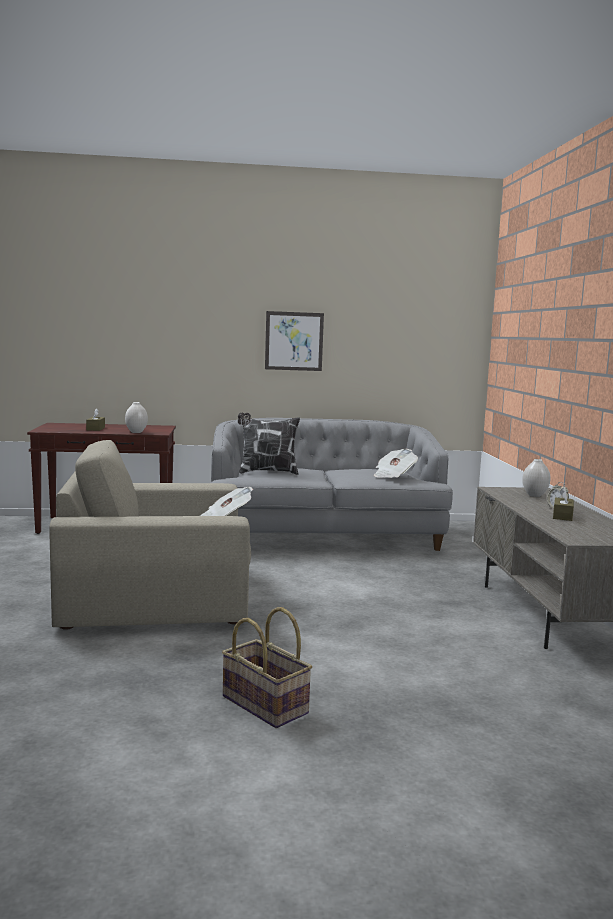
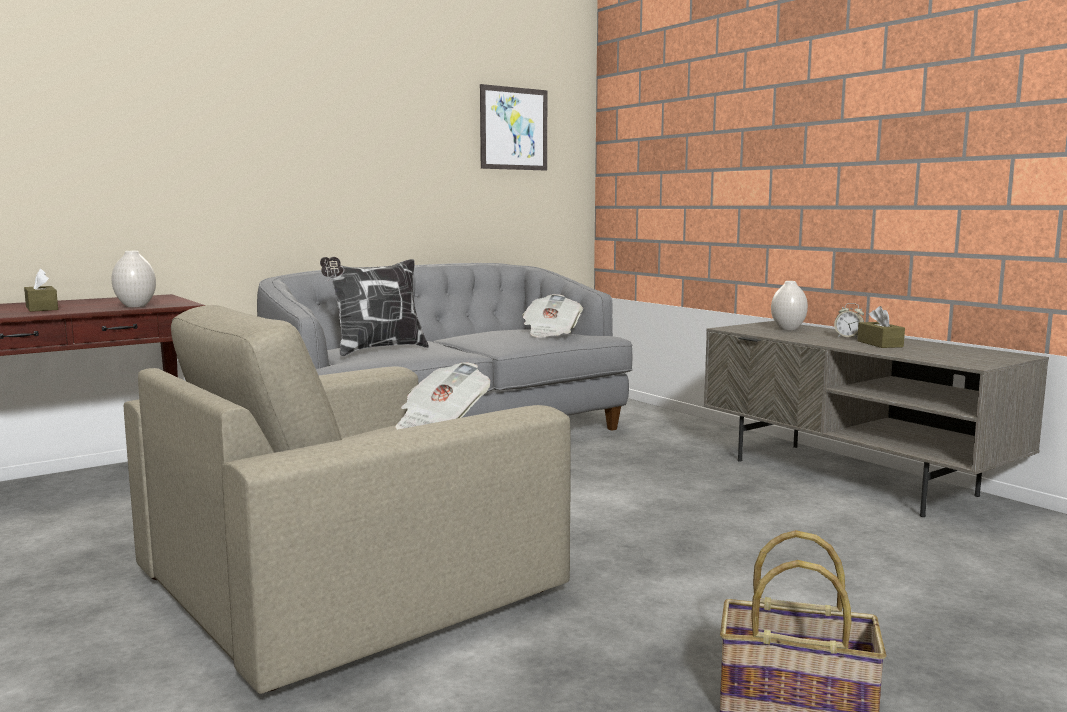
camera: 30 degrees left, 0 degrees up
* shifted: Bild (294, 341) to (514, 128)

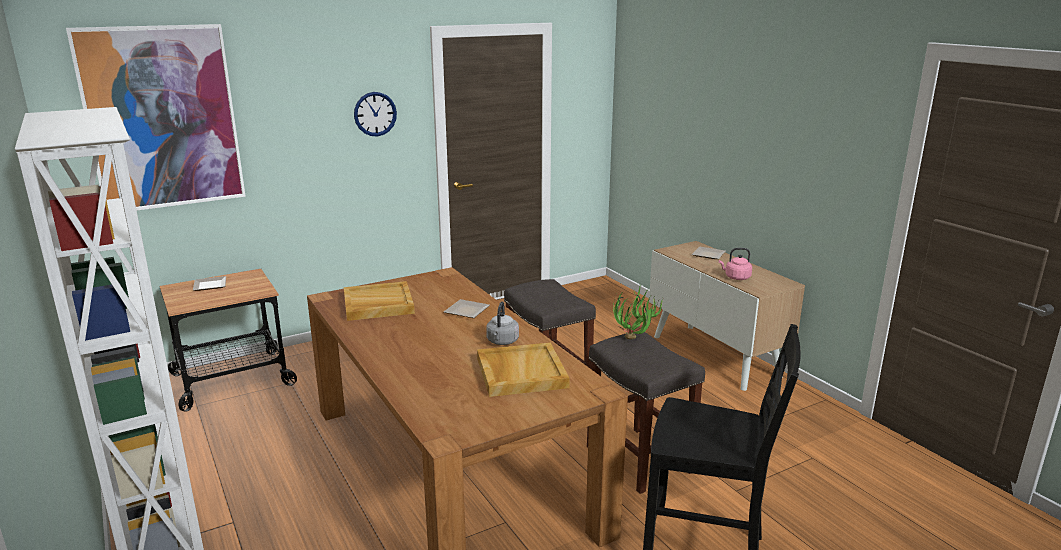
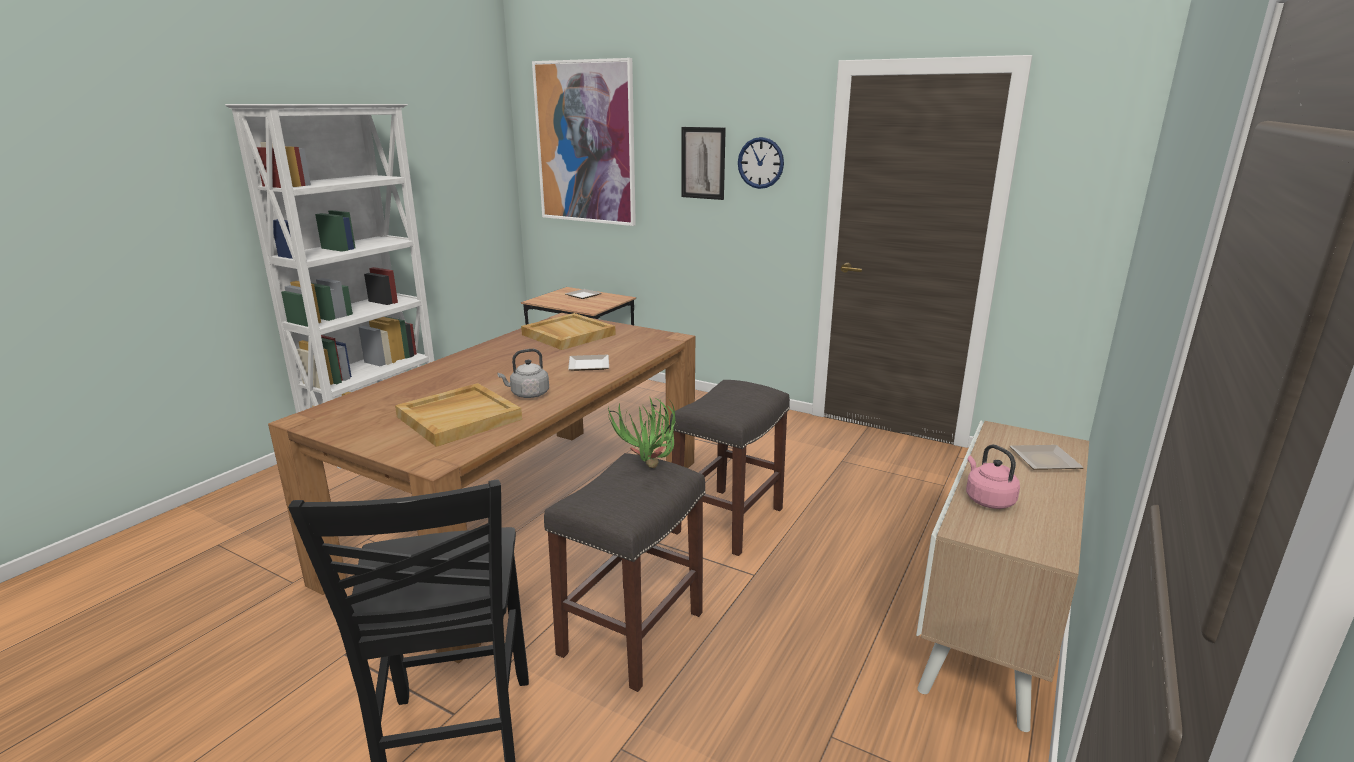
camera: 60 degrees right, 0 degrees up
* new: Bild (703, 163)

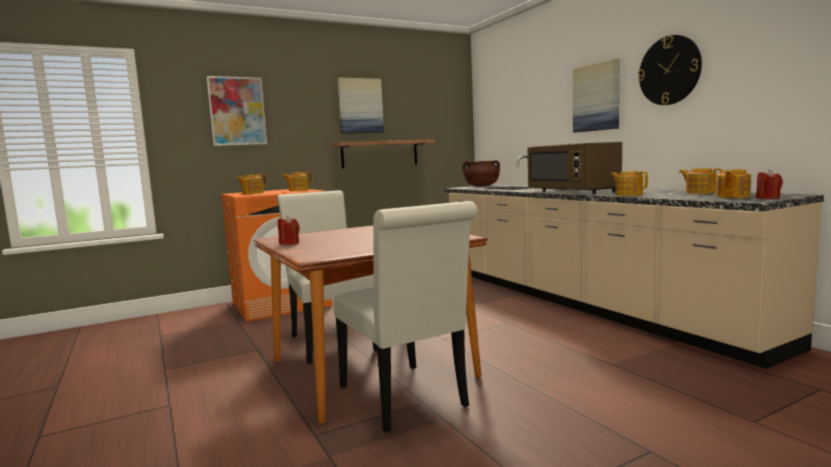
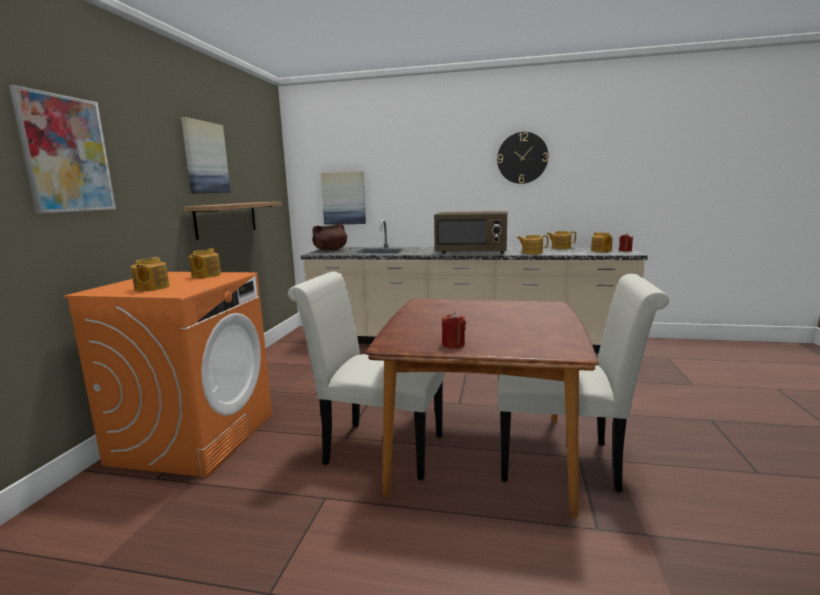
camera: 50 degrees left, 5 degrees up
* shifted: Bild (596, 97) to (343, 198)

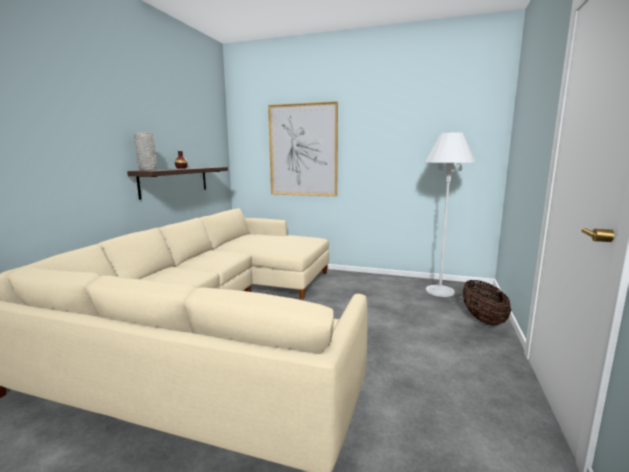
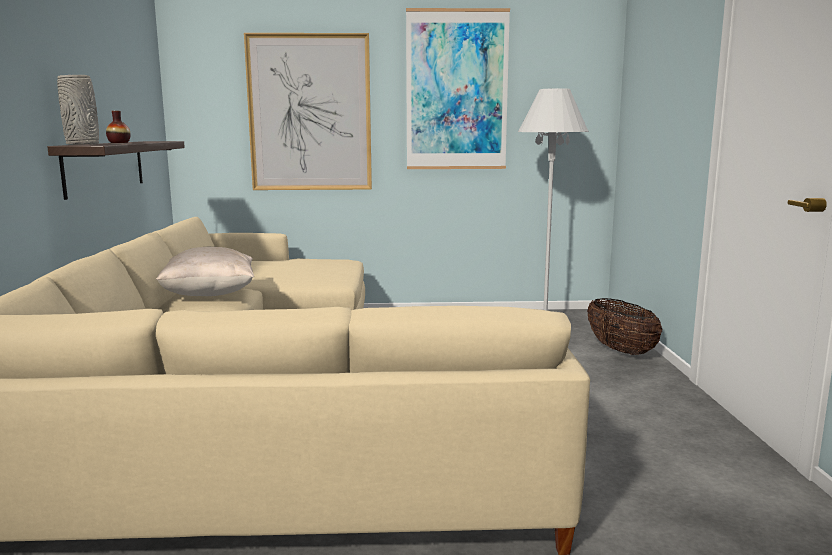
camera: 20 degrees left, 0 degrees up
* new: Bild (456, 90)
* new: Kissen [beige] (209, 295)

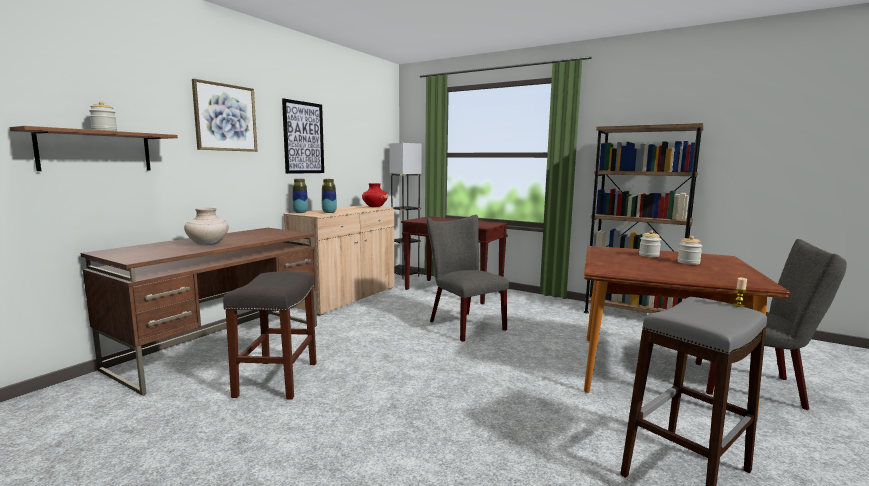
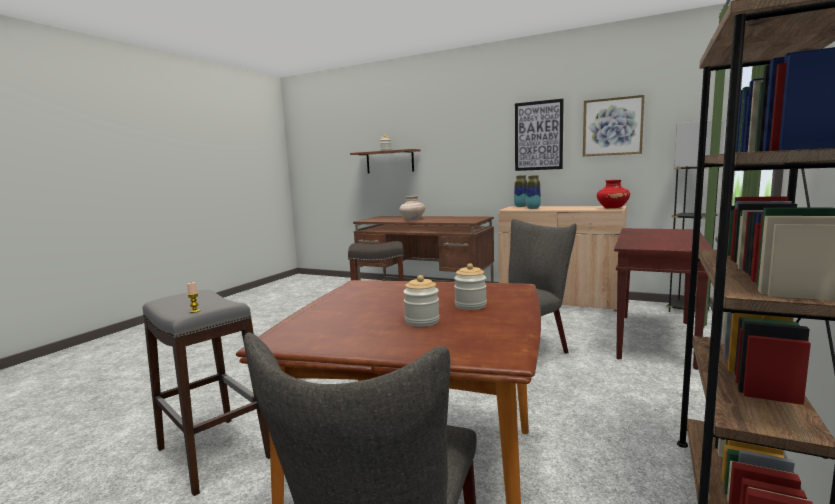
camera: 85 degrees right, 0 degrees up
* shifted: Bild (225, 117) to (612, 126)

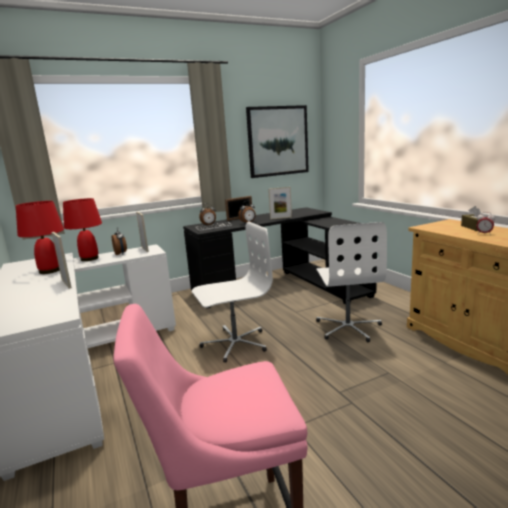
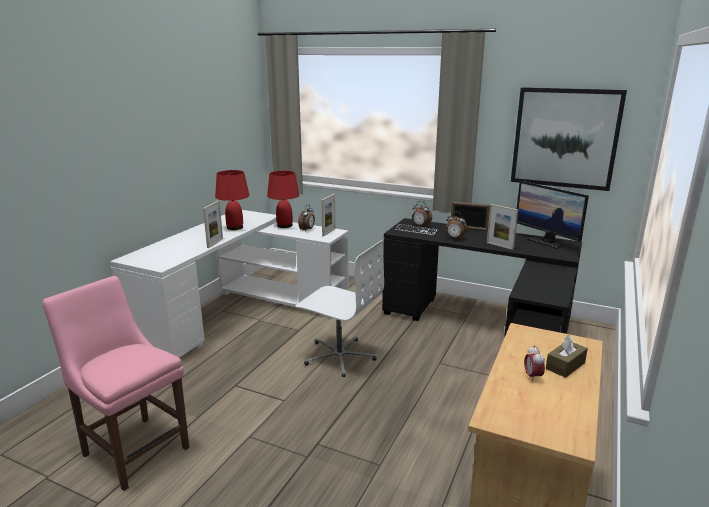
camera: 50 degrees right, 5 degrees up
* gone: Bürostuhl [weiß] (348, 327)
* new: Monitor (546, 242)

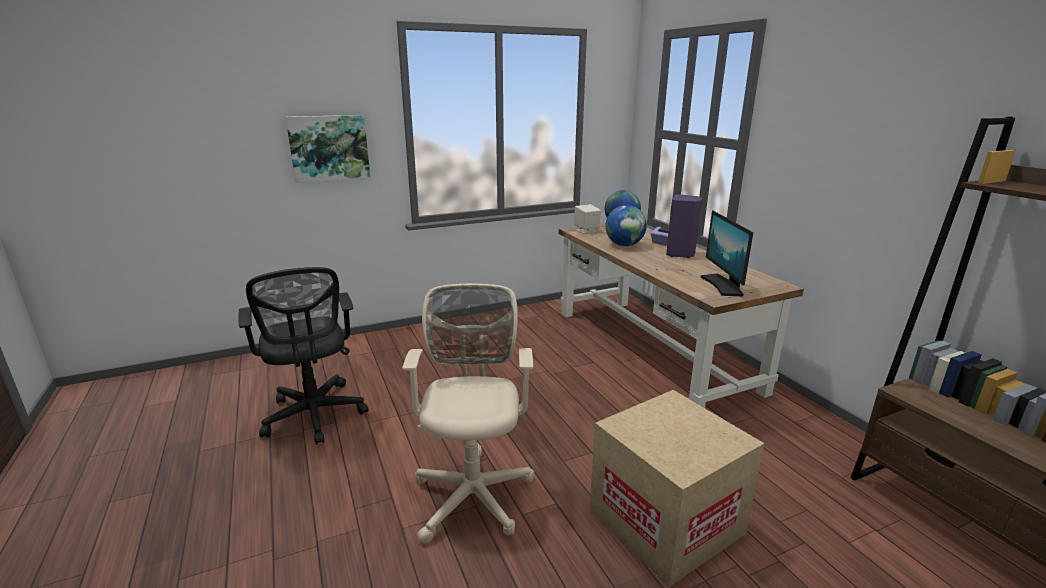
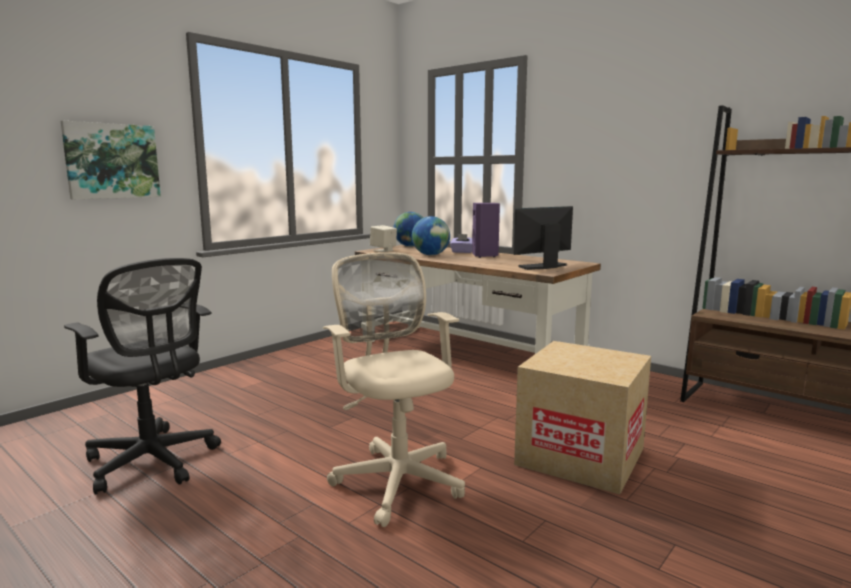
camera: 25 degrees left, 10 degrees down
* rotated: Monitor (723, 285) = (543, 266) 90 degrees clockwise

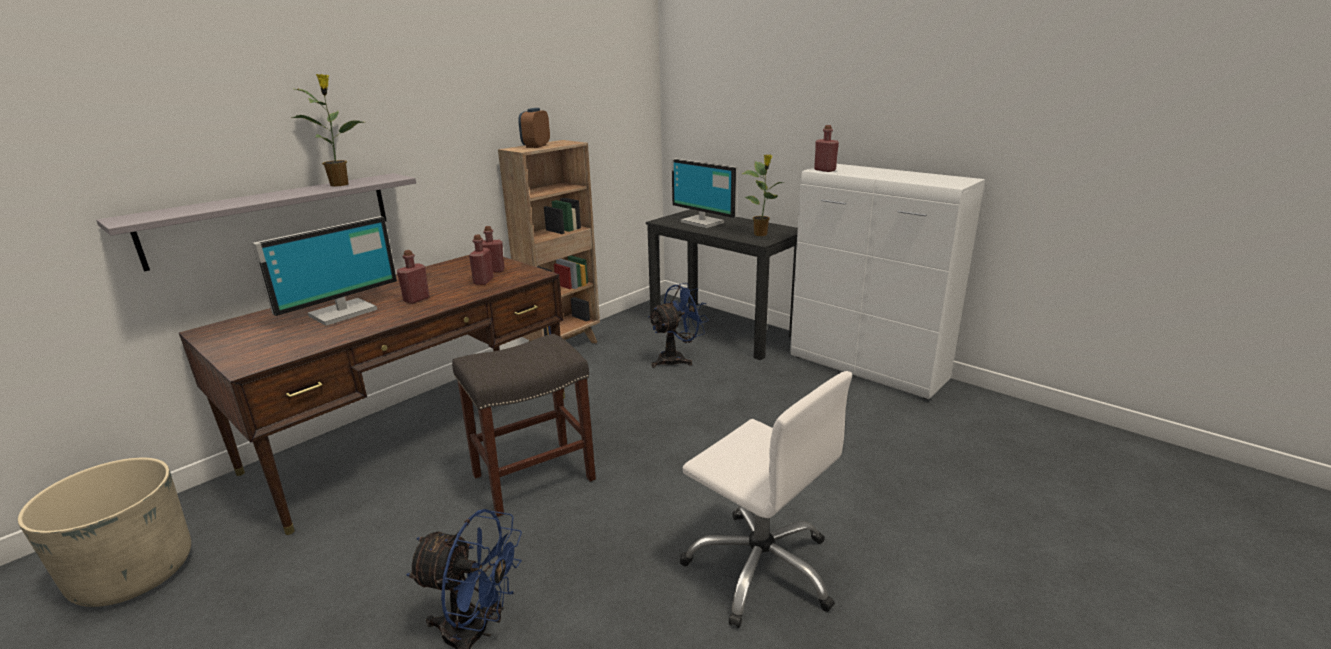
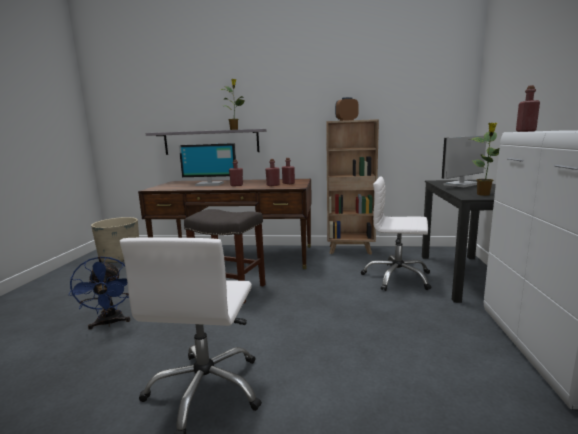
camera: 55 degrees right, 10 degrees down
* rotated: Monitor (703, 222) = (462, 184) 45 degrees clockwise
* swapped: Ventilator [blau] (676, 358) to Bürostuhl [weiß] (397, 278)

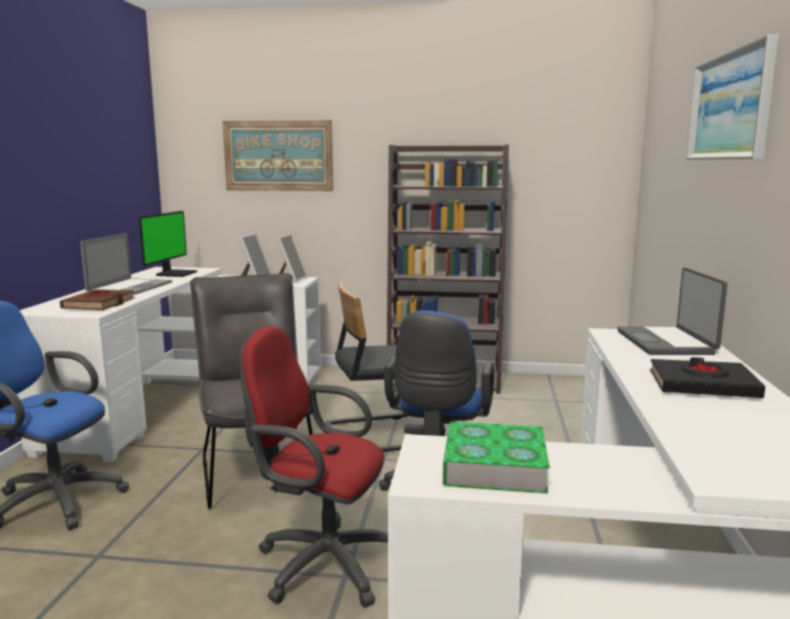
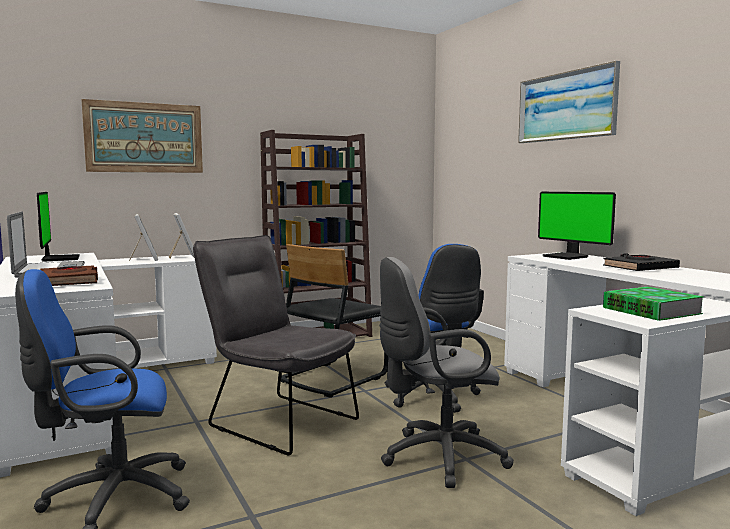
camera: 35 degrees left, 5 degrees down
* swapped: Laptop (667, 343) to Monitor (567, 257)
* repainted: Bürostuhl [rot] (320, 563) to Bürostuhl [grau] (437, 457)

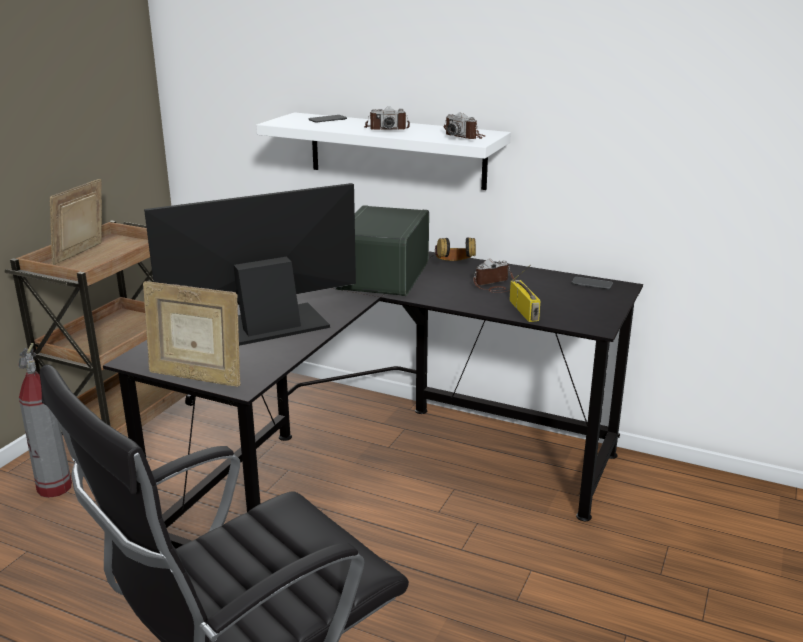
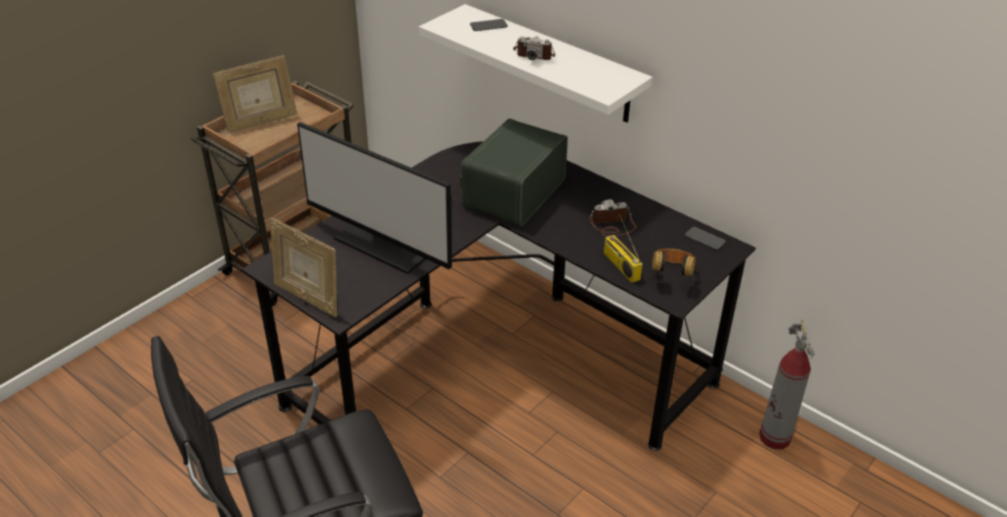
camera: 15 degrees right, 15 degrees up
* gone: Kamera (464, 136)
* rotated: Bilderrahmen (82, 255) = (261, 122) 150 degrees counterclockwise
* rotated: Monitor (267, 324) = (386, 243) 135 degrees counterclockwise
* shifted: Kopfhörer (454, 267) to (671, 274)
* rotated: Radio (525, 311) = (620, 266) 150 degrees clockwise
* shifted: Feuerlöscher (54, 488) to (775, 438)

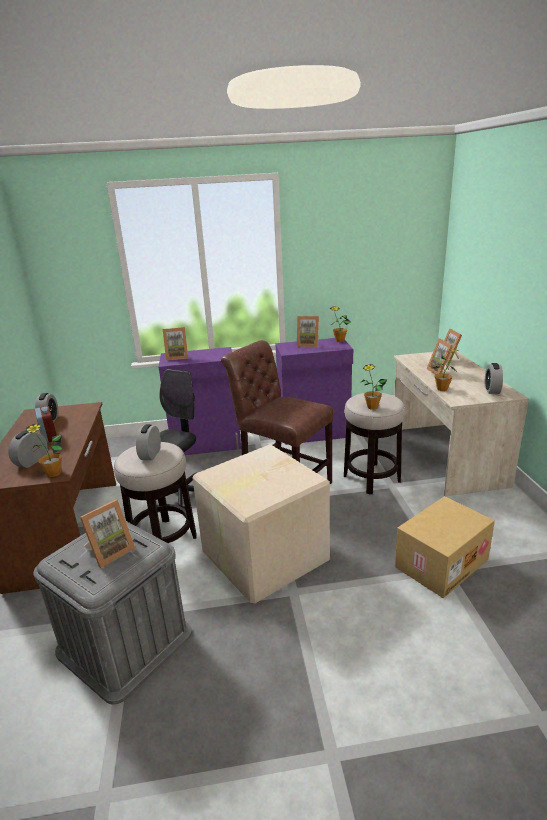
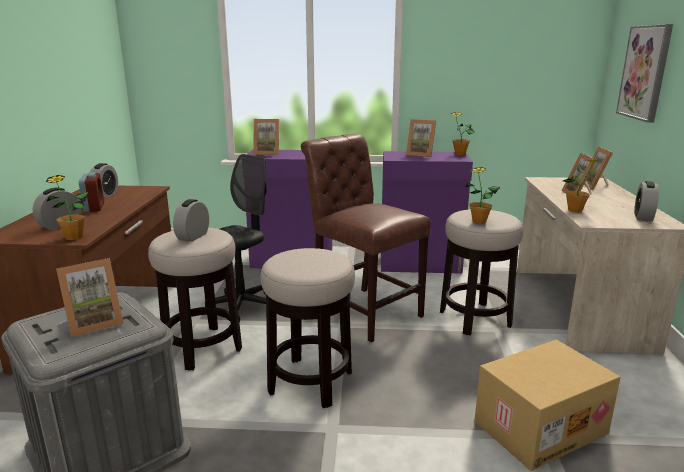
camera: 10 degrees right, 5 degrees down
* swapped: Karton (263, 556) to Hocker (310, 382)
* new: Bild (645, 72)

